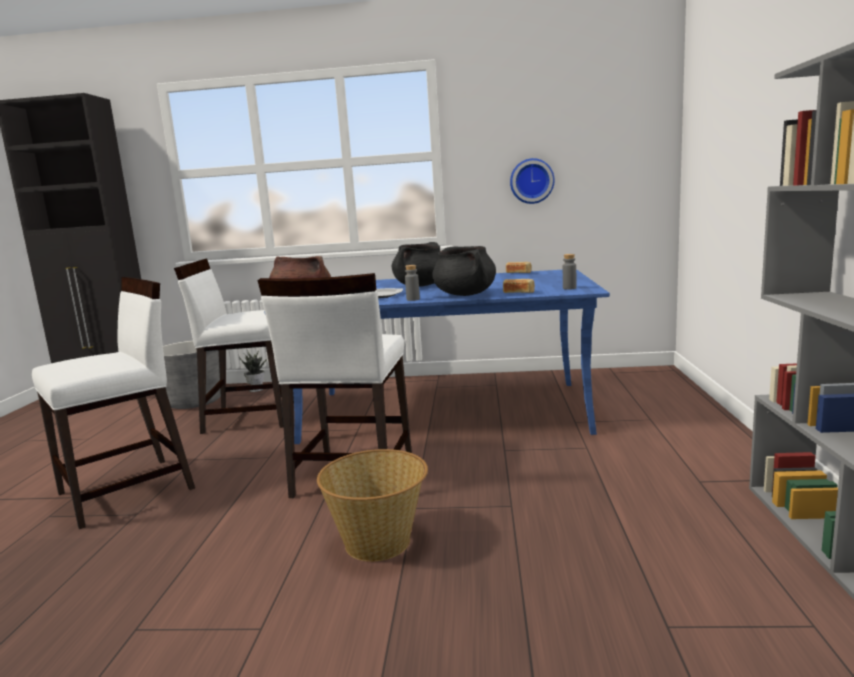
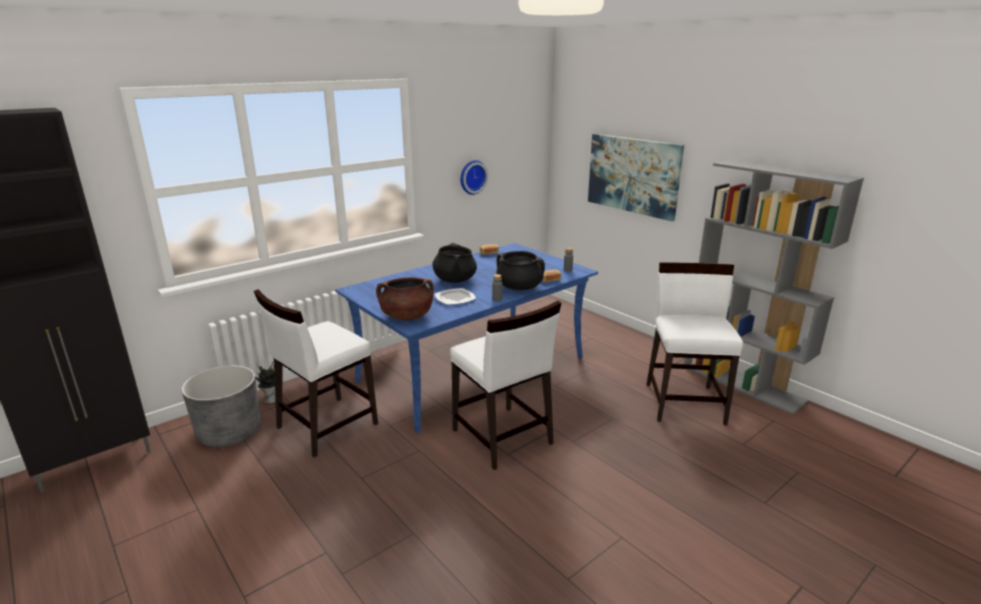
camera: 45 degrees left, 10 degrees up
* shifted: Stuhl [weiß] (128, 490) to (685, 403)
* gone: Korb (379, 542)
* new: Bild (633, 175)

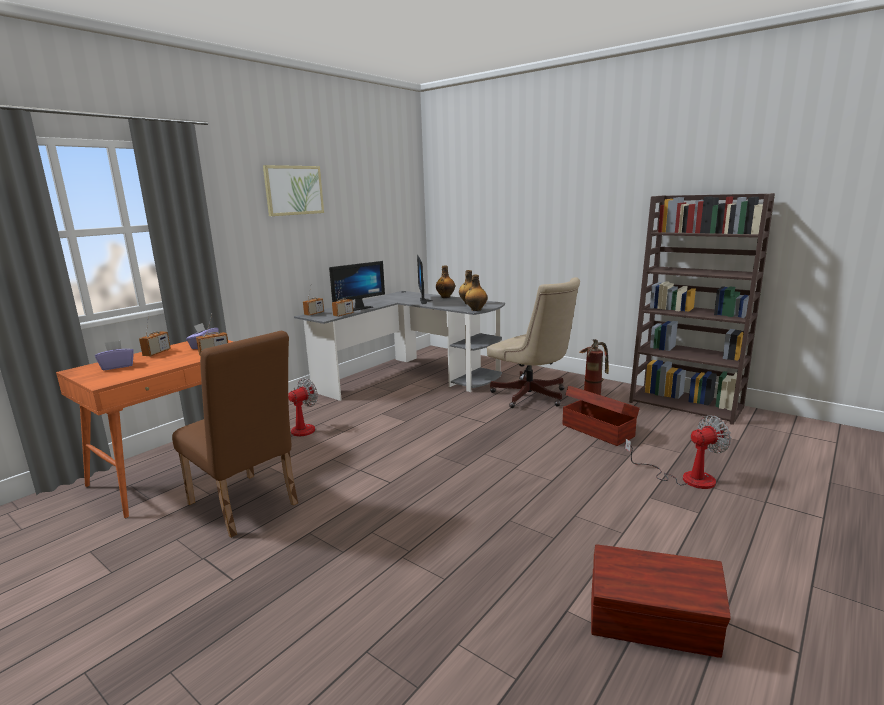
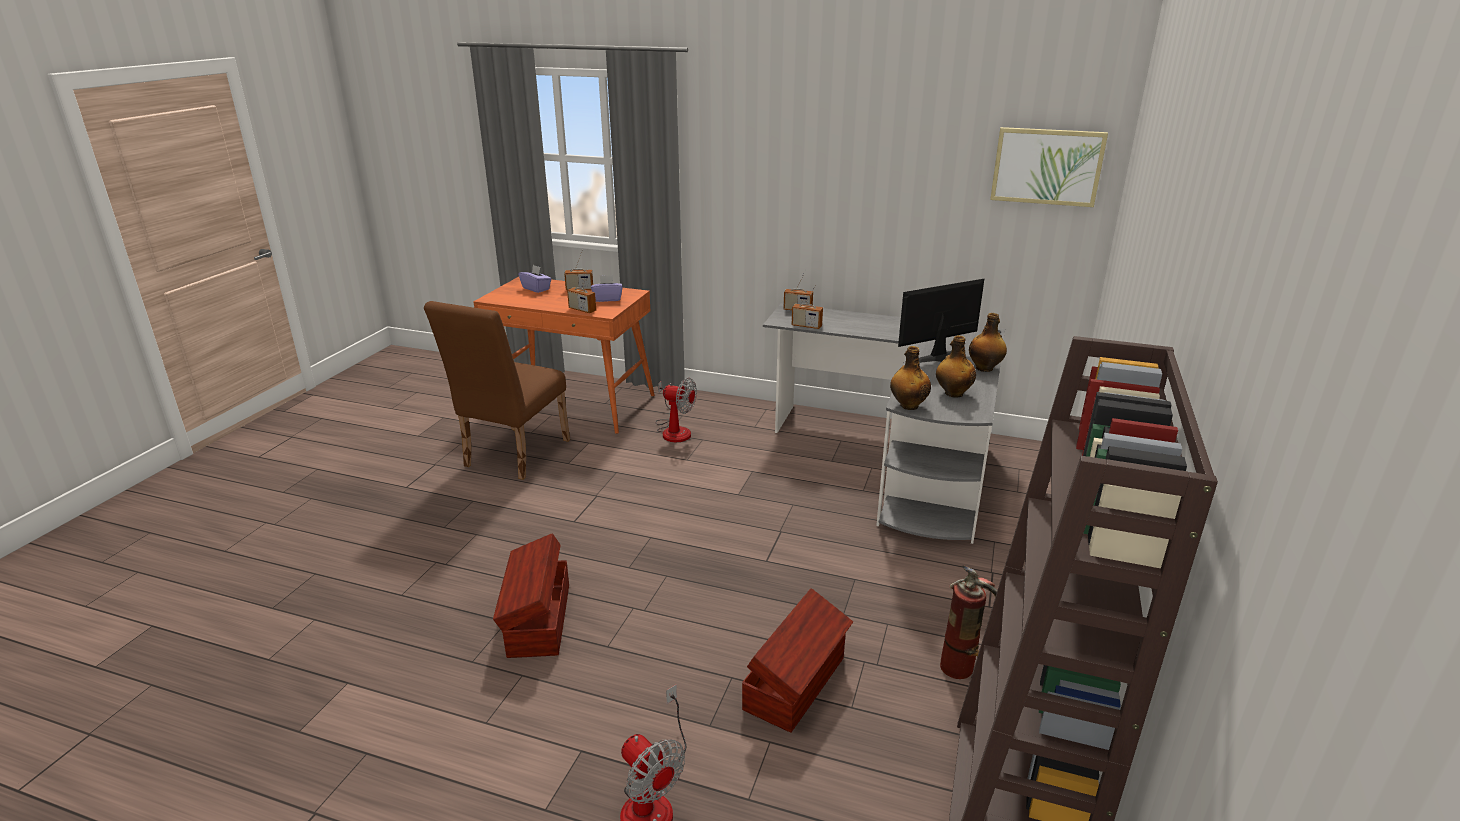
camera: 70 degrees right, 10 degrees up
* shifted: Bild (294, 190) to (1047, 166)
* gone: Monitor (357, 308)
* gone: Bürostuhl [beige] (533, 397)
* shifted: Aufbewahrungsbox [braun] (653, 626) to (537, 620)

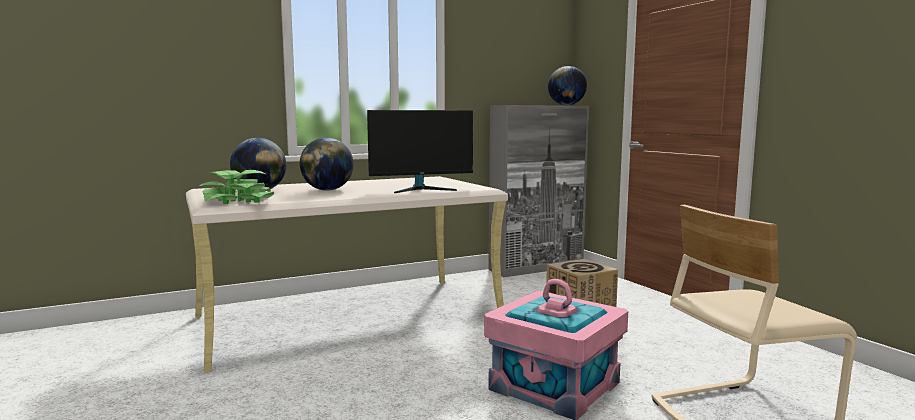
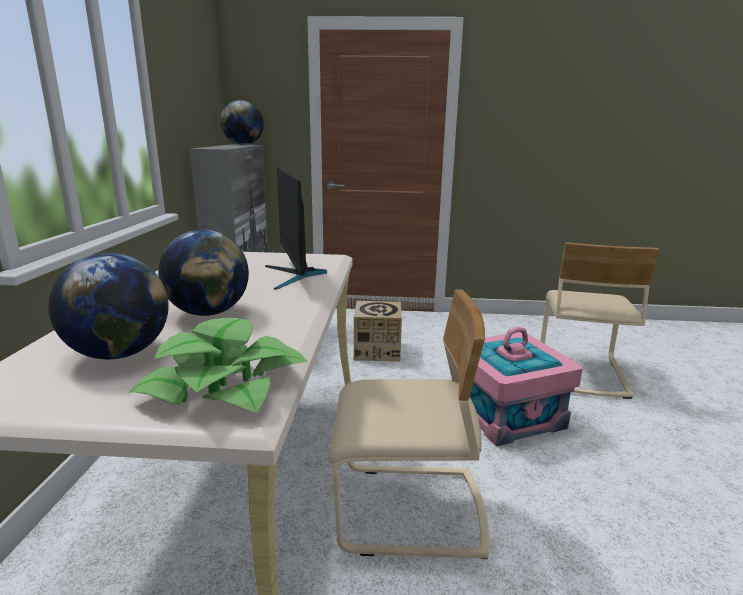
camera: 60 degrees left, 10 degrees up
* rotated: Monitor (421, 189) = (294, 275) 150 degrees clockwise
* new: Stuhl [beige] (409, 511)

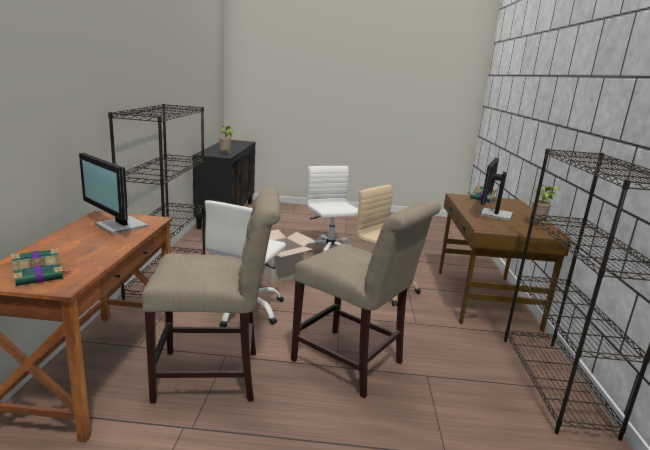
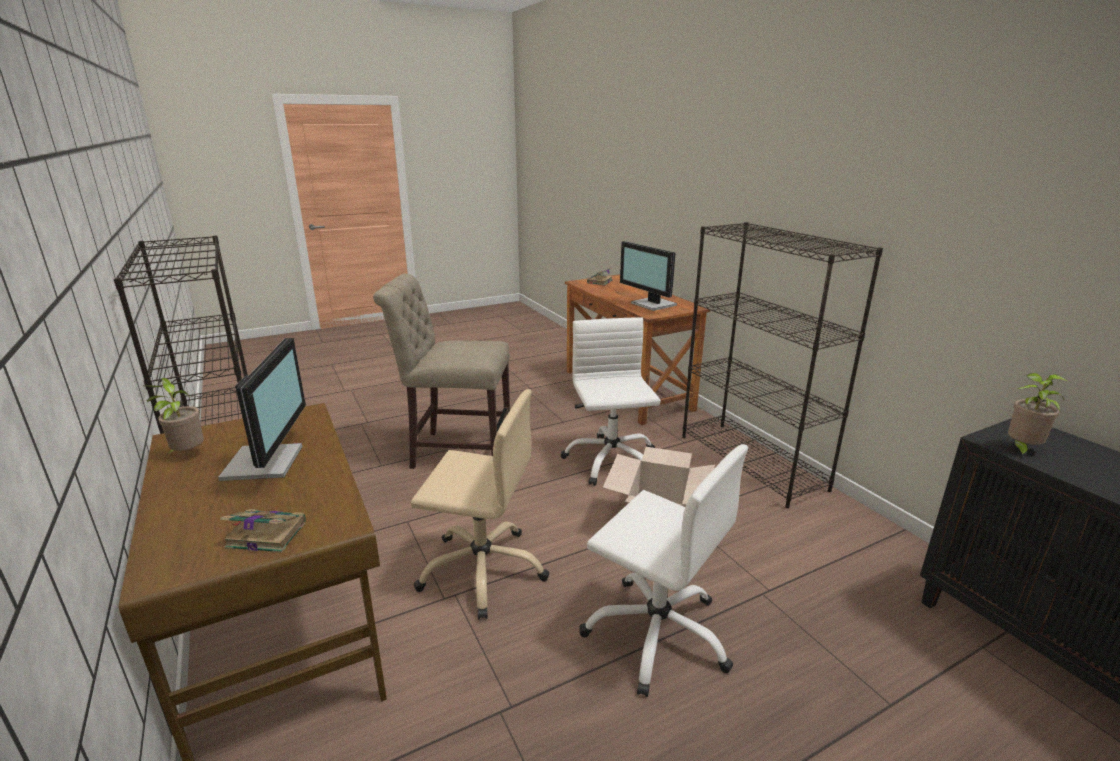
camera: 150 degrees right, 5 degrees up
* rotated: Monitor (119, 226) = (652, 304) 135 degrees counterclockwise
* gone: Stuhl [beige] (215, 376)

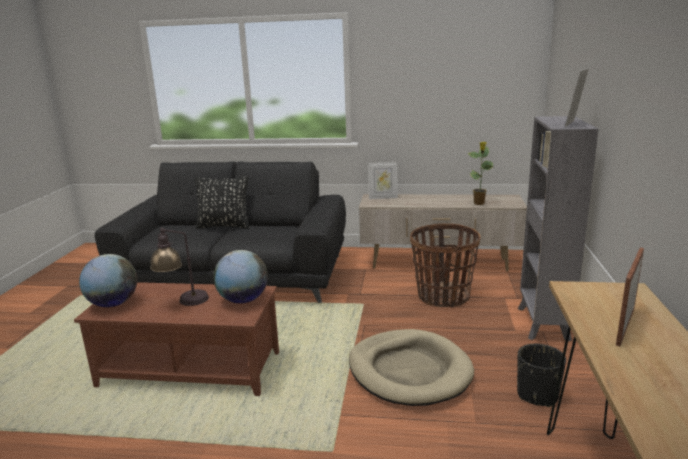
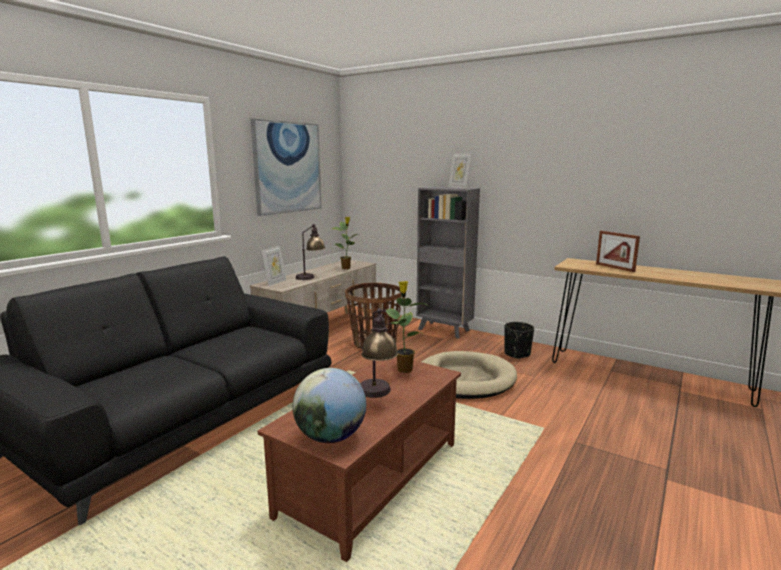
camera: 65 degrees left, 5 degrees down
* gone: Kissen [schwarz] (224, 226)
* swapped: Globus (243, 300) to Topfpflanze (404, 369)
* new: Bild (288, 167)
* new: Tischlampe (311, 276)

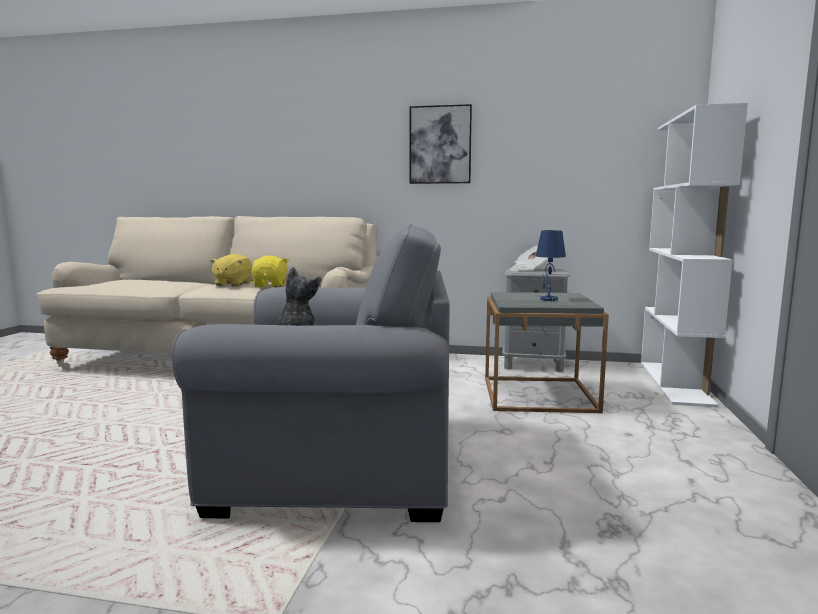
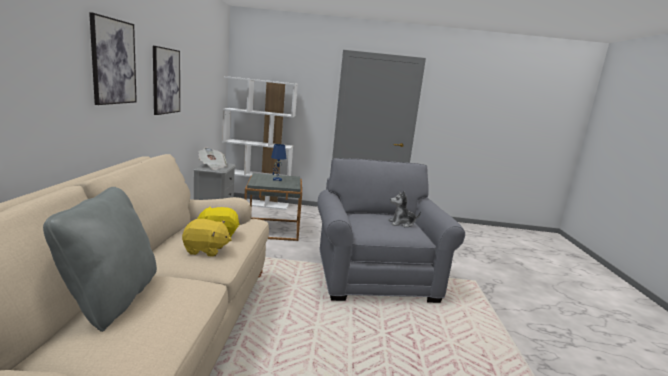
camera: 100 degrees left, 5 degrees up
* new: Bild (113, 62)
* new: Kissen [grau] (111, 300)

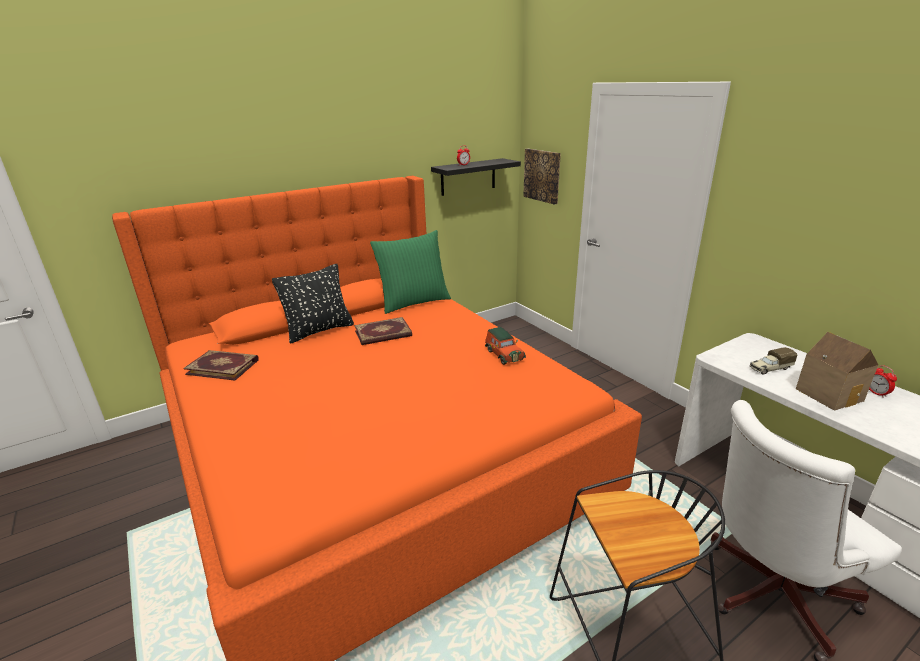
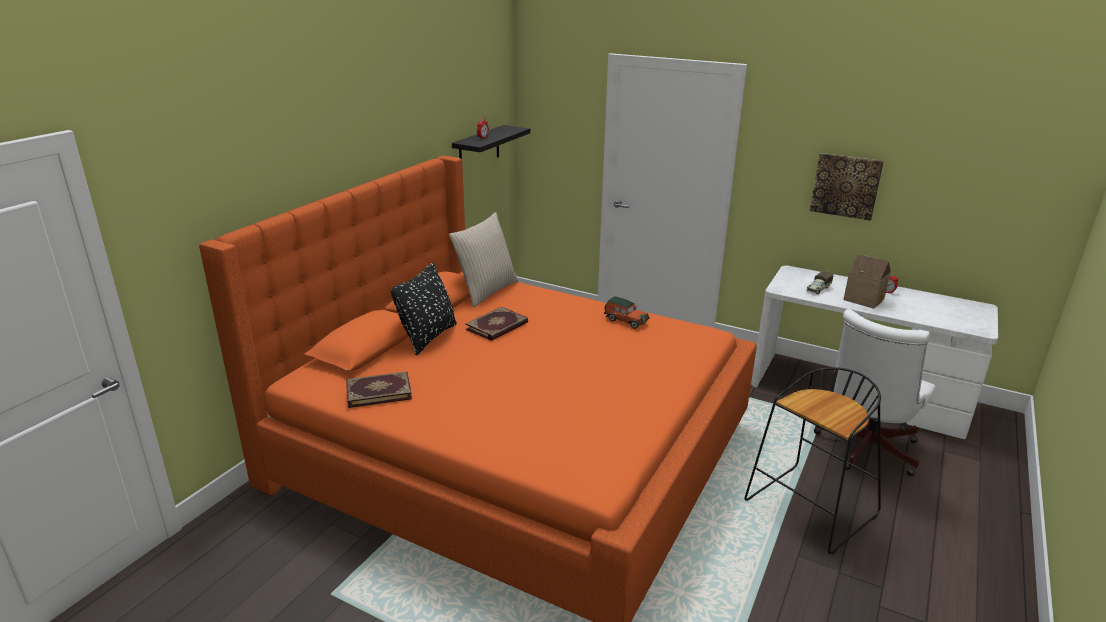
camera: 30 degrees left, 0 degrees up
* shifted: Bild (542, 175) to (846, 186)
* repainted: Kissen [grün] (413, 302) to Kissen [beige] (486, 291)

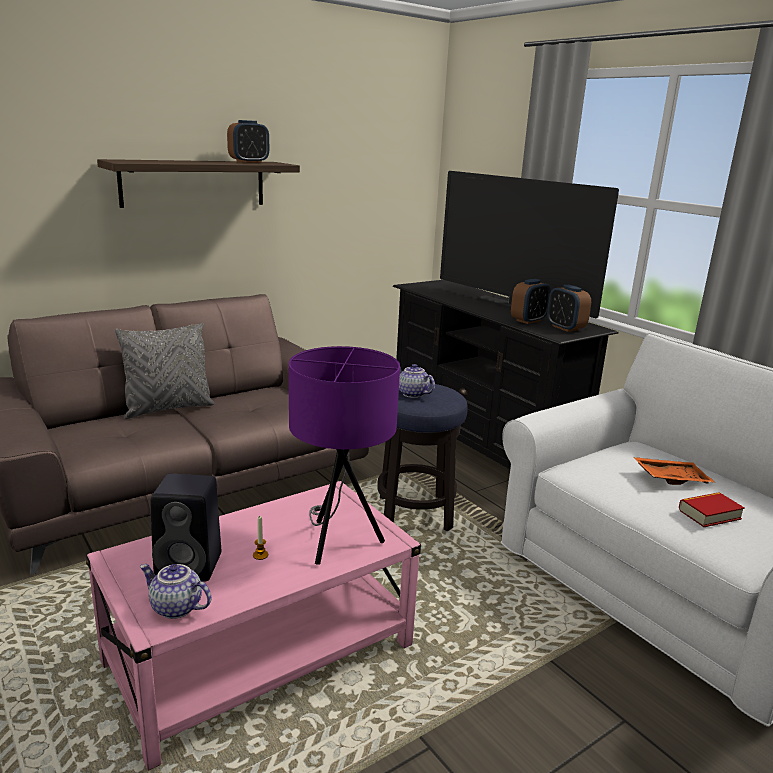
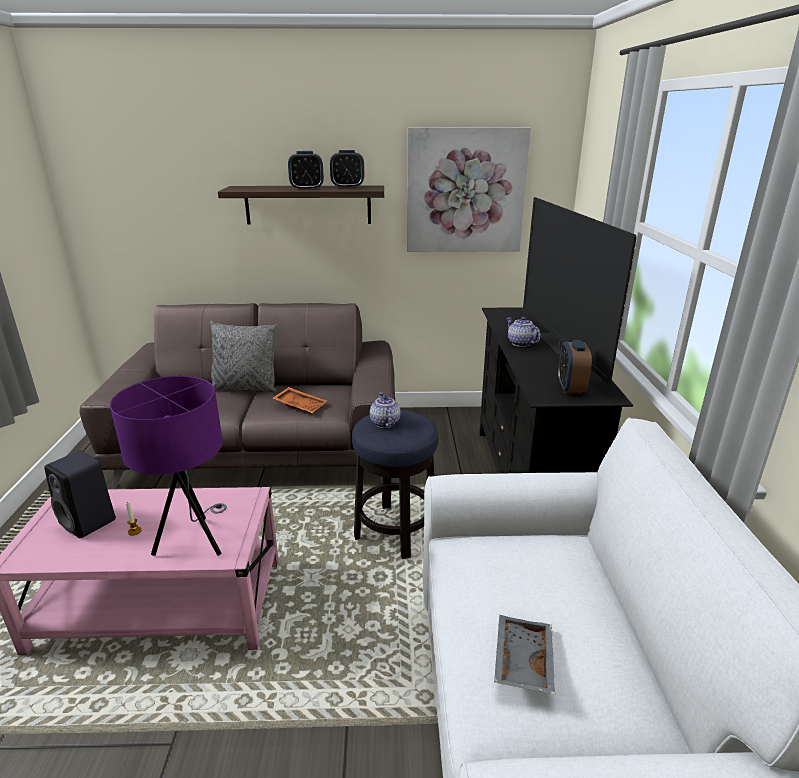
camera: 35 degrees right, 5 degrees up
* shifted: Wecker (528, 320) to (307, 189)
* shifted: Tablett [orange] (670, 478) to (301, 405)
* swapped: Buch (709, 514) to Tablett [grau] (521, 661)
* shifted: Teekanne (175, 608) to (520, 343)
* new: Bild (465, 191)

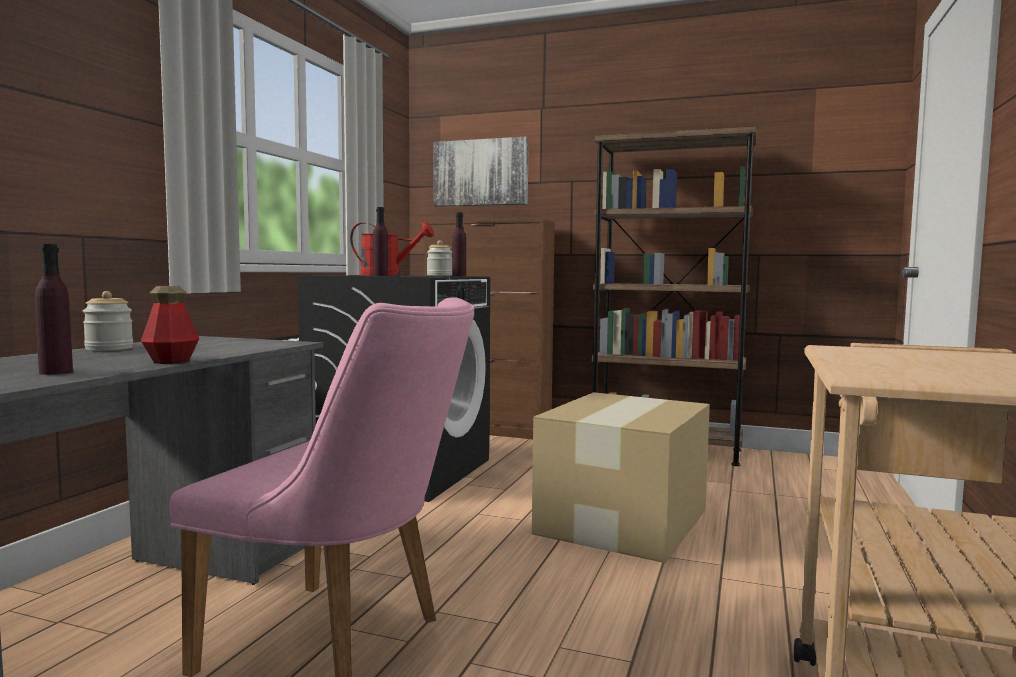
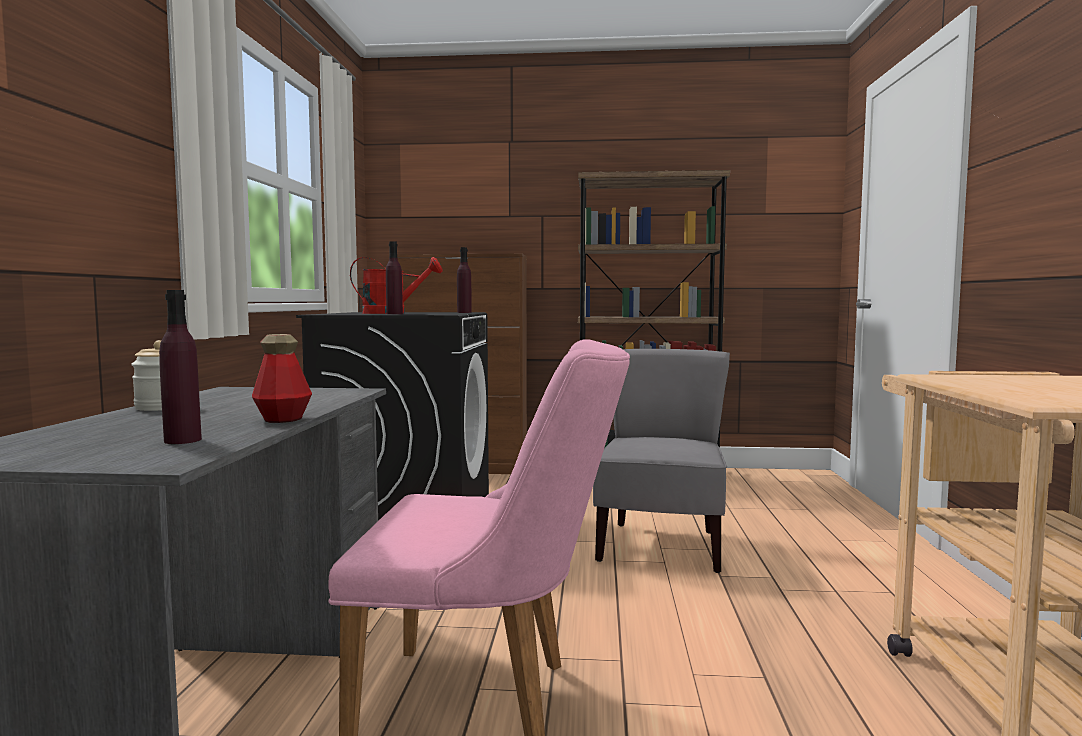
camera: 15 degrees left, 0 degrees up
* gone: Bild (481, 173)
* gone: Vorratsglas (439, 275)
* swapped: Karton (625, 521) to Stuhl [grau] (661, 546)

